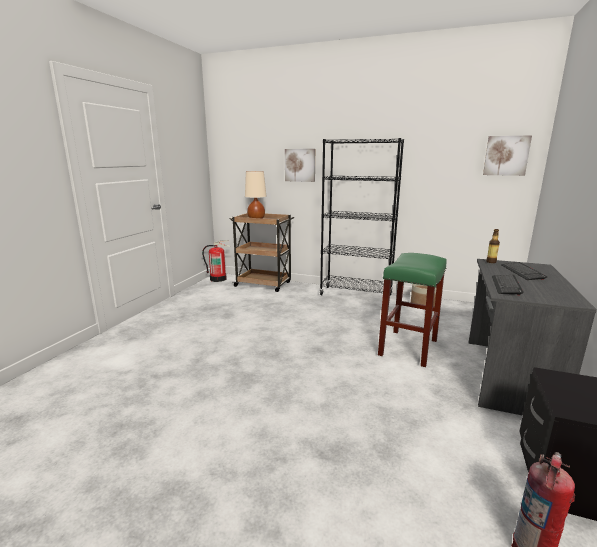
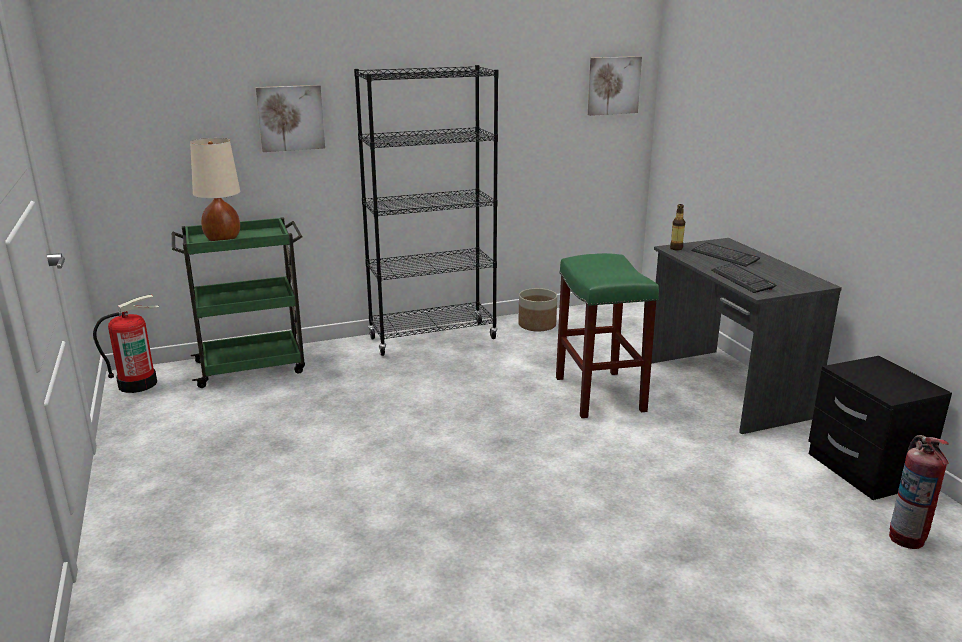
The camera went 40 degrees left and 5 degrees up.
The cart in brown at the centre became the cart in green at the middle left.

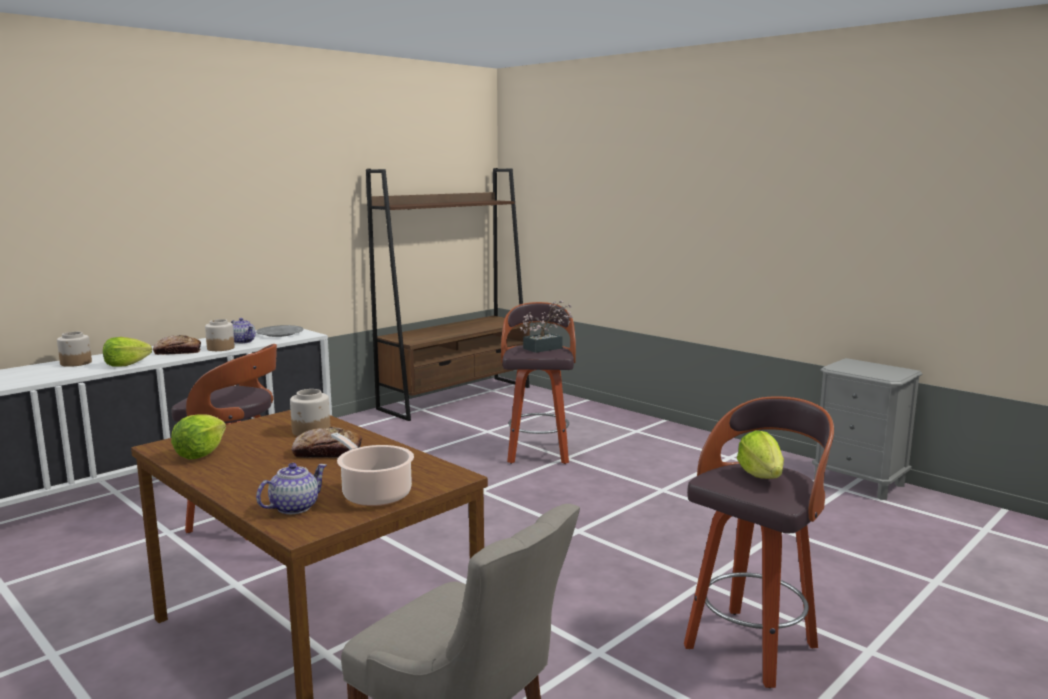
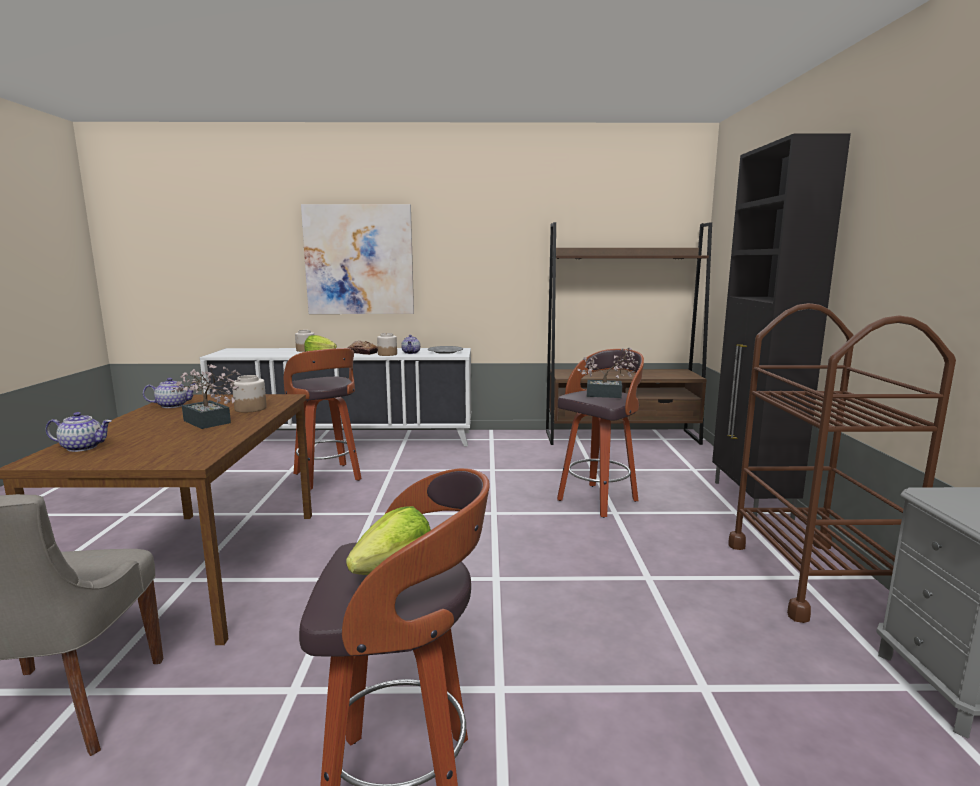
The camera went 45 degrees right and 0 degrees up.
The lettuce (2nd from left) at the middle left was replaced by the teapot (2nd from left) at the middle left.
The bread (2nd from left) at the middle left was replaced by the potted plant (1st from left) at the middle left.
The cooking pot at the bottom centre disappeared.
The cabinet in black at the middle right appeared.
The picture at the top centre appeared.
The cart in brown at the middle right appeared.

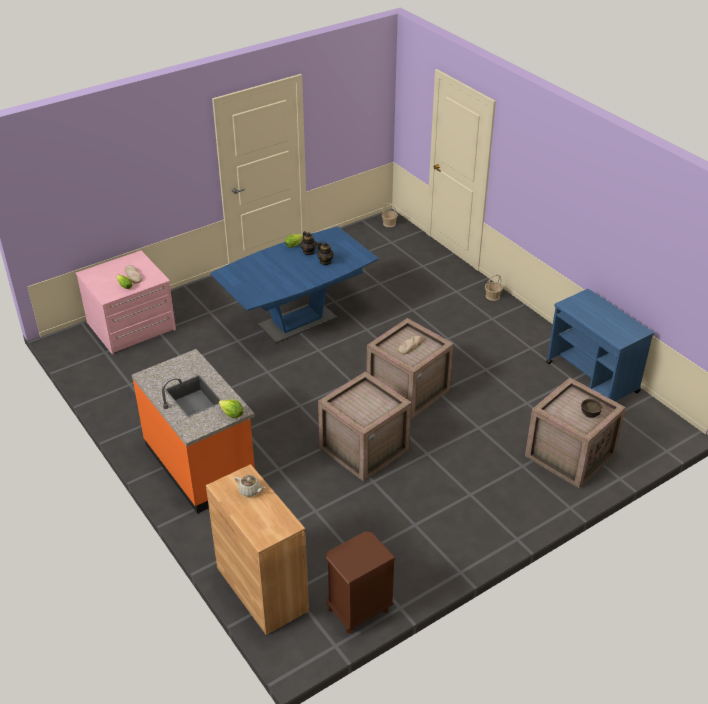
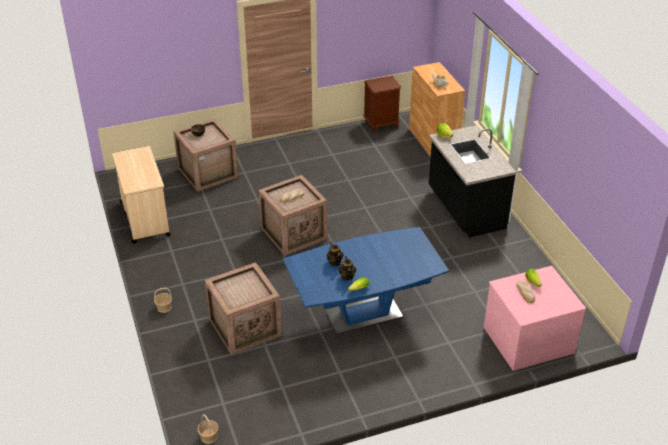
The camera went 165 degrees left and 0 degrees up.
The cart in blue at the middle right became the cart in beige at the middle left.
The counter in orange at the middle left became the counter in black at the middle right.
The crate (1st from left in the first image) moved from the centre to the bottom centre.

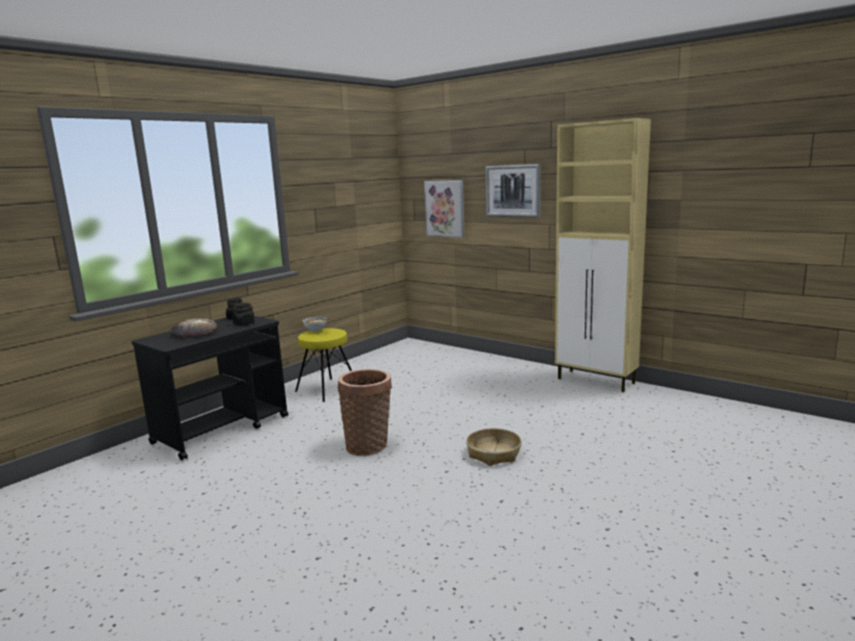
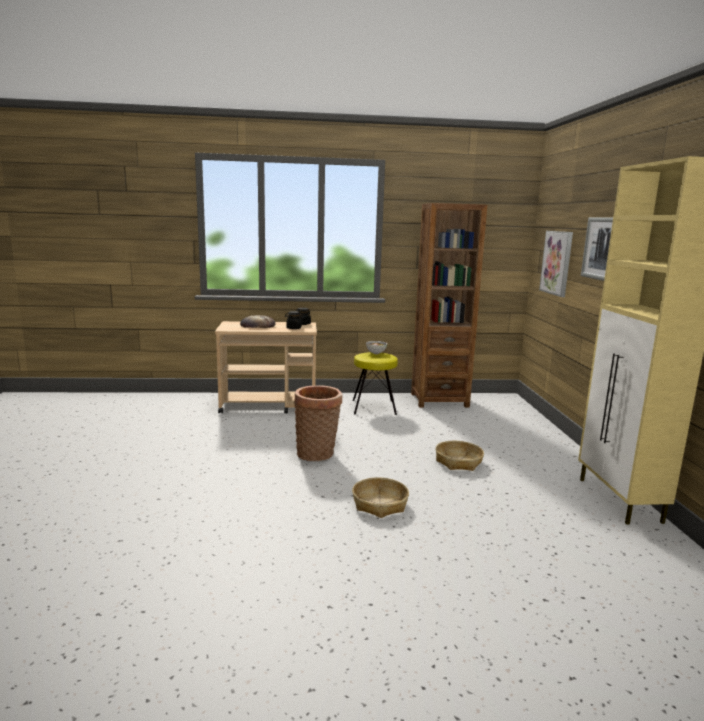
The camera went 45 degrees right and 0 degrees up.
The cart in black at the middle left became the cart in beige at the centre.
The bookcase in brown at the centre appeared.
The basket (3rd from left) at the centre appeared.

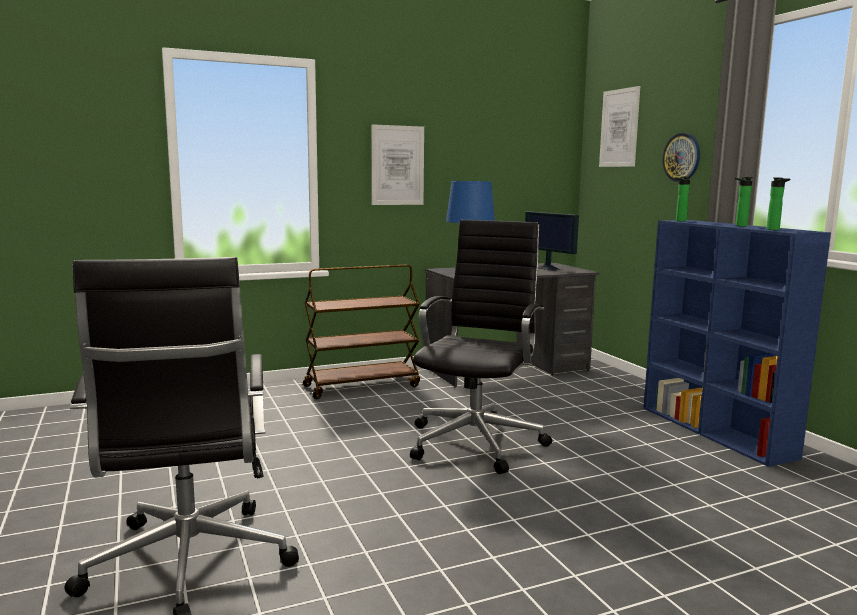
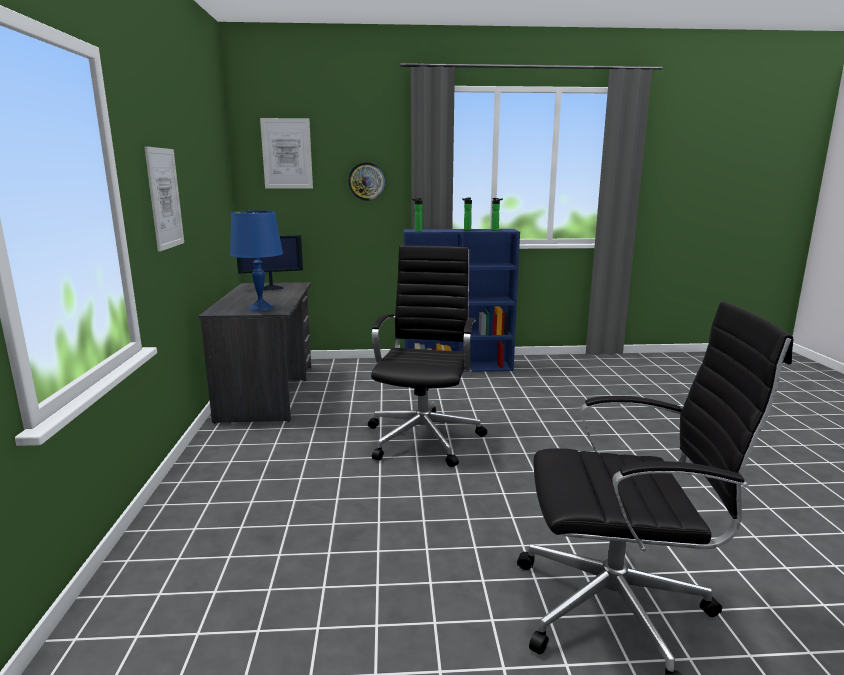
The camera went 70 degrees left and 5 degrees up.
The office chair in black (2nd from left in the first image) at the centre turned 60 degrees clockwise.
The cart in brown at the centre disappeared.

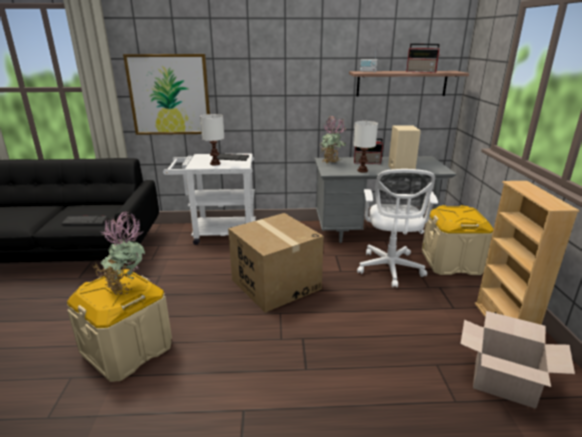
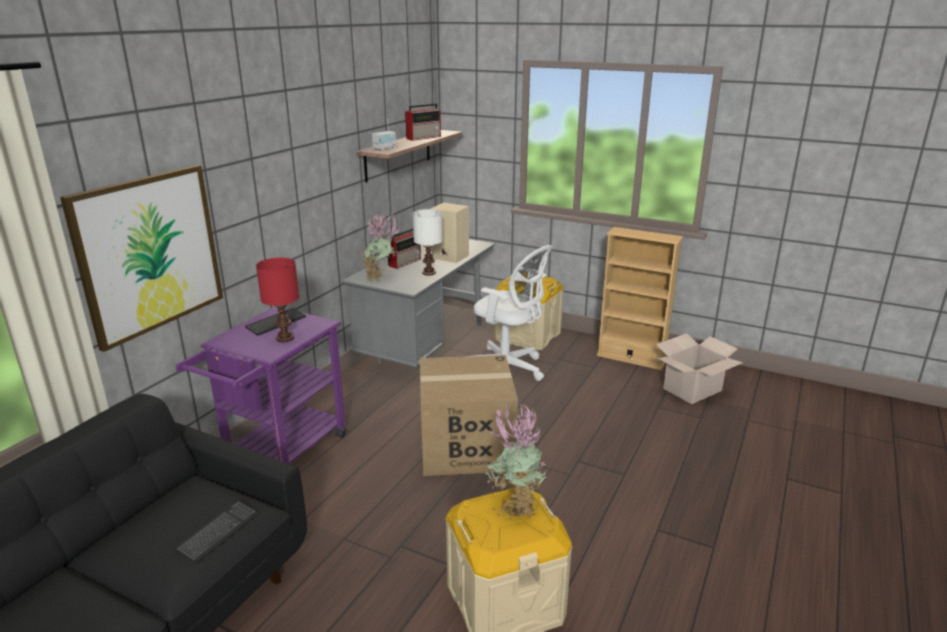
The camera went 60 degrees left and 0 degrees up.
The table lamp in white (1st from left) at the top centre became the table lamp in red at the middle left.
The cart in white at the centre became the cart in purple at the middle left.

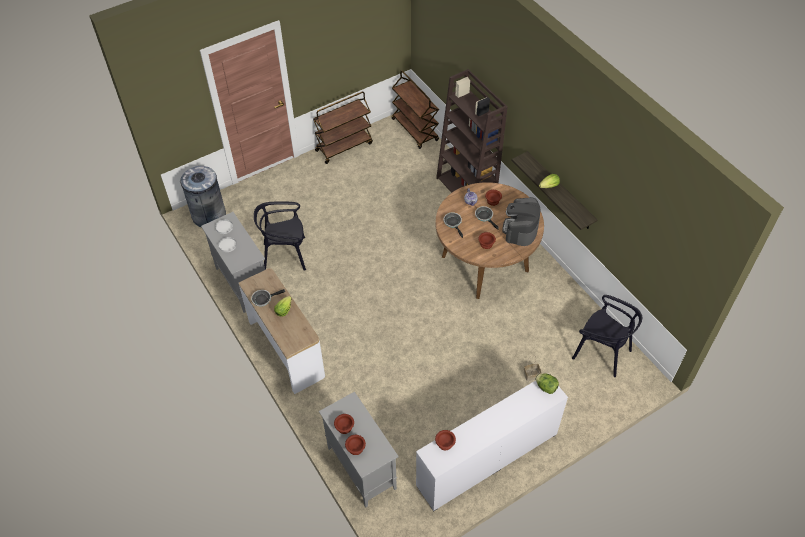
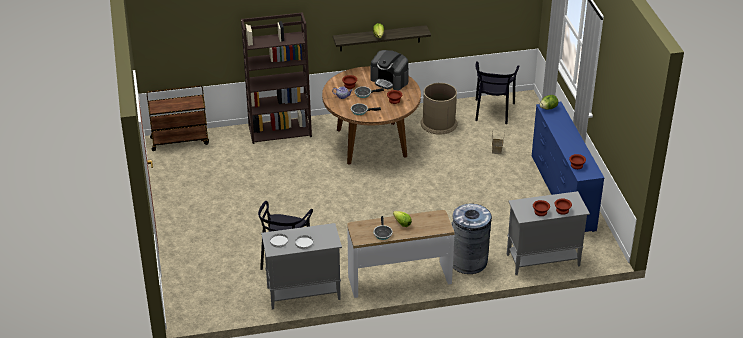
The camera went 70 degrees left and 15 degrees down.
The cart in brown (1st from left) at the top centre disappeared.
The trash can in grey moved from the middle left to the bottom centre.
The chair in black (2nd from left) at the middle right turned 135 degrees clockwise.
The dresser in white at the bottom centre became the dresser in blue at the middle right.
The trash can in brown at the top centre appeared.

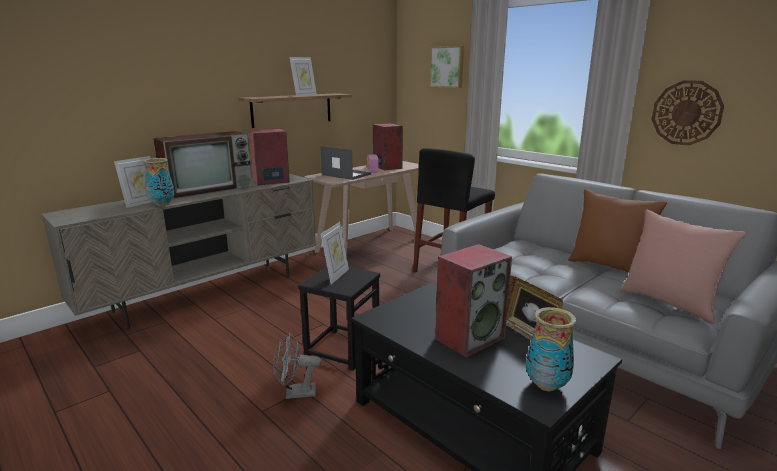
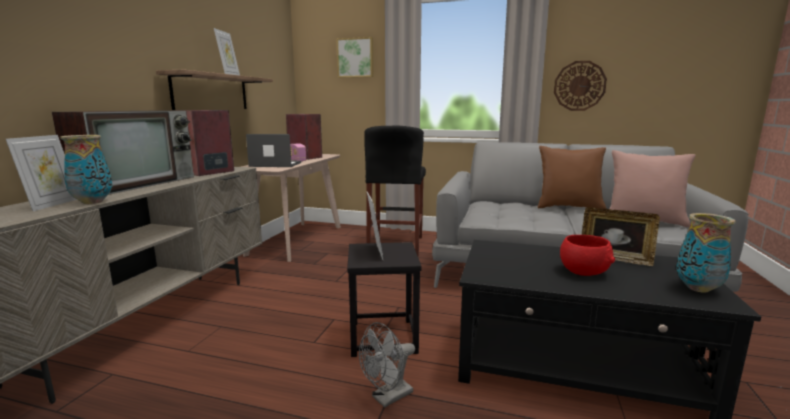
The camera went 30 degrees left and 5 degrees down.
The speaker (3rd from left) at the centre was replaced by the bowl in red at the middle right.

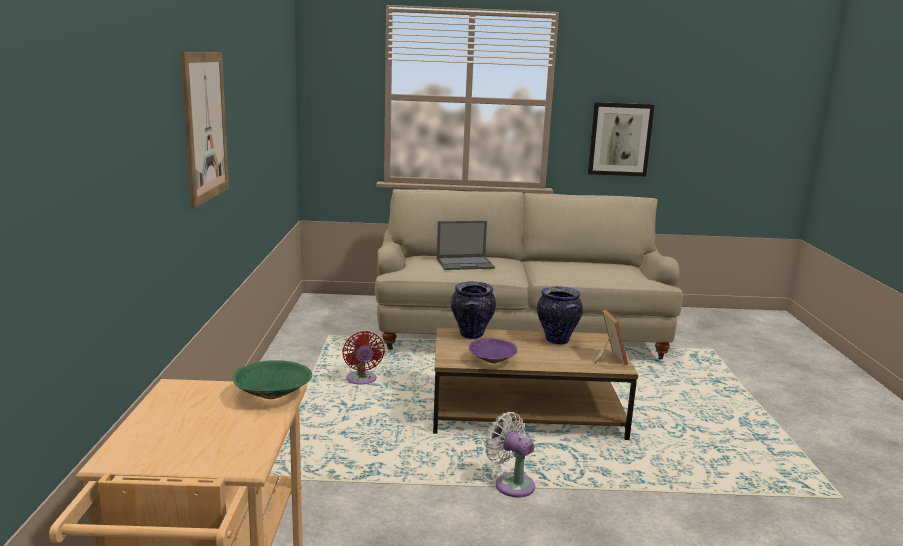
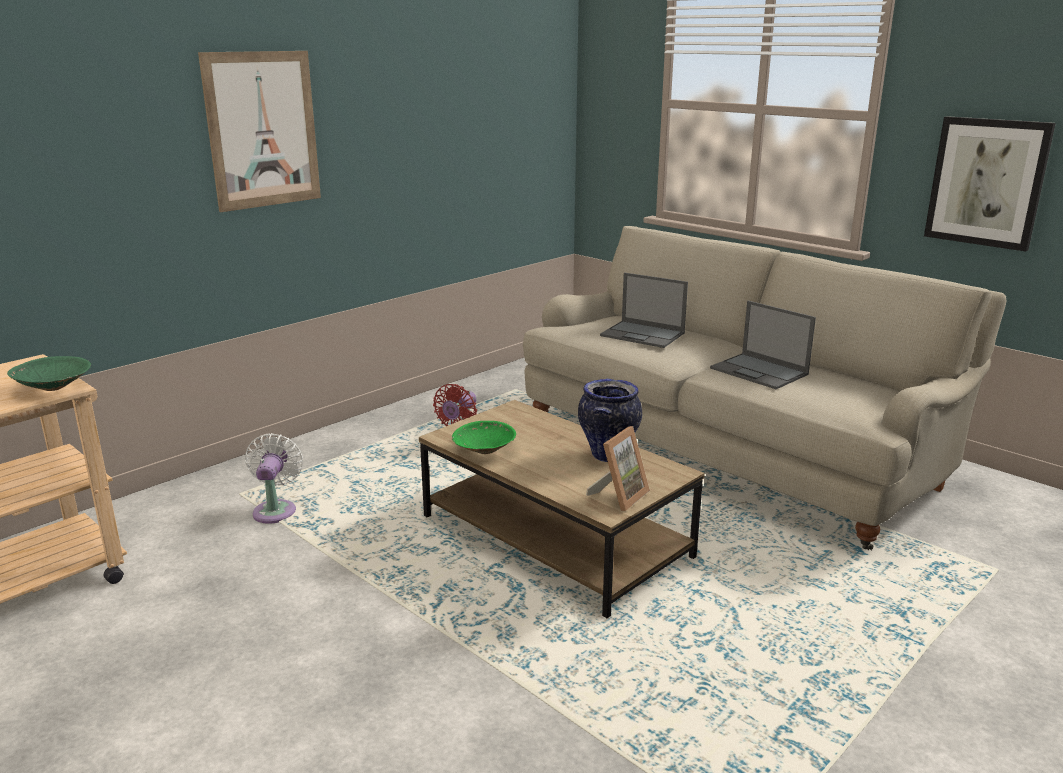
The camera went 45 degrees right and 5 degrees up.
The vase (1st from left) at the centre disappeared.
The bowl in purple at the centre became the bowl in green (2nd from left) at the centre.
The fan in white moved from the bottom centre to the middle left.
The laptop (2nd from left) at the middle right appeared.

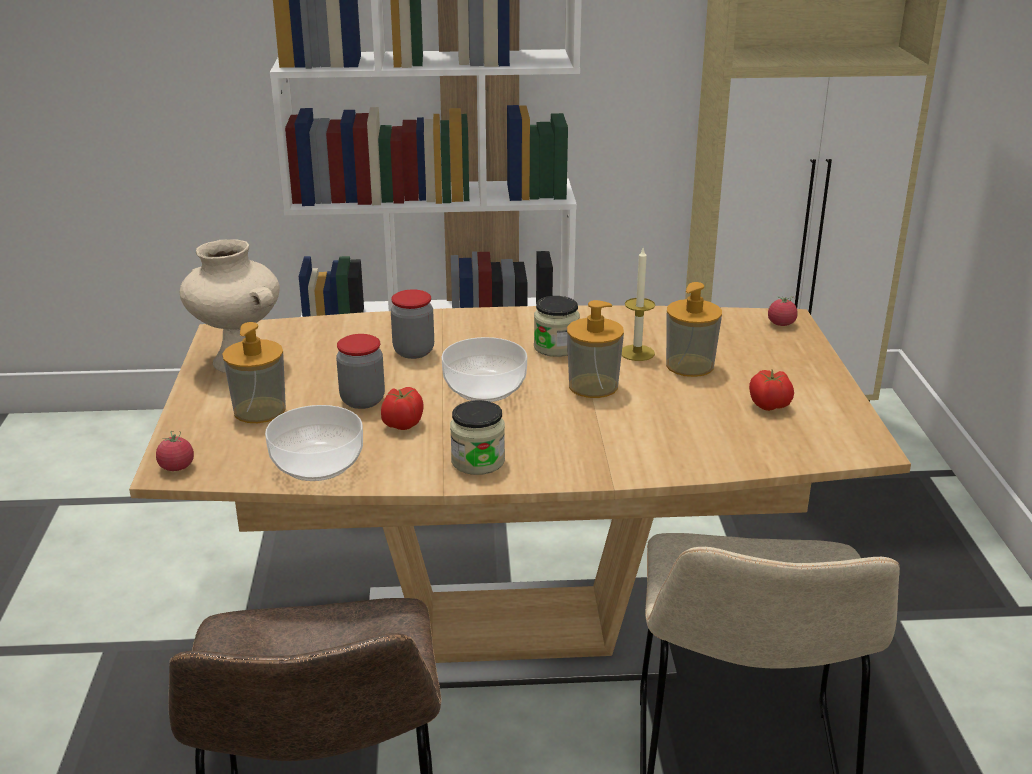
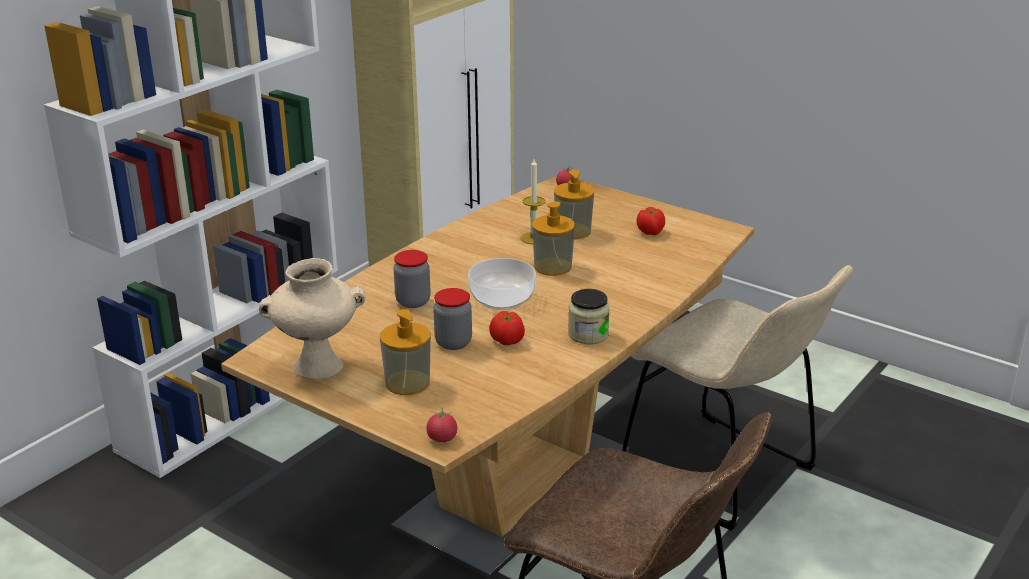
The camera went 50 degrees left and 0 degrees up.
The jar (4th from left) at the centre disappeared.
The bowl (1st from left) at the middle left disappeared.

